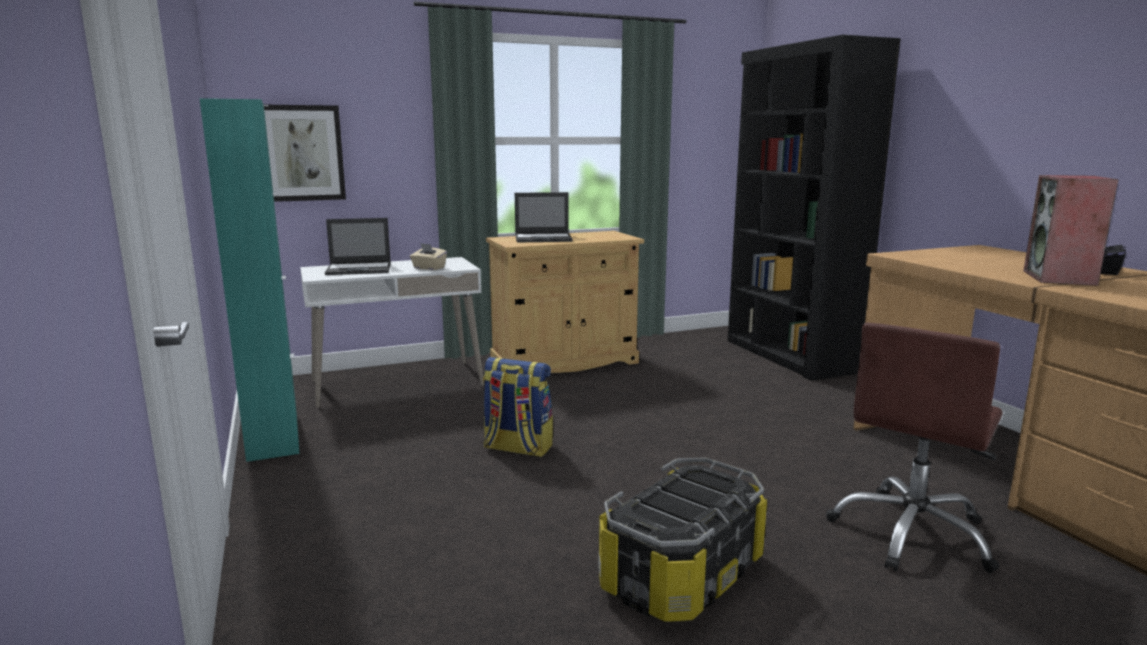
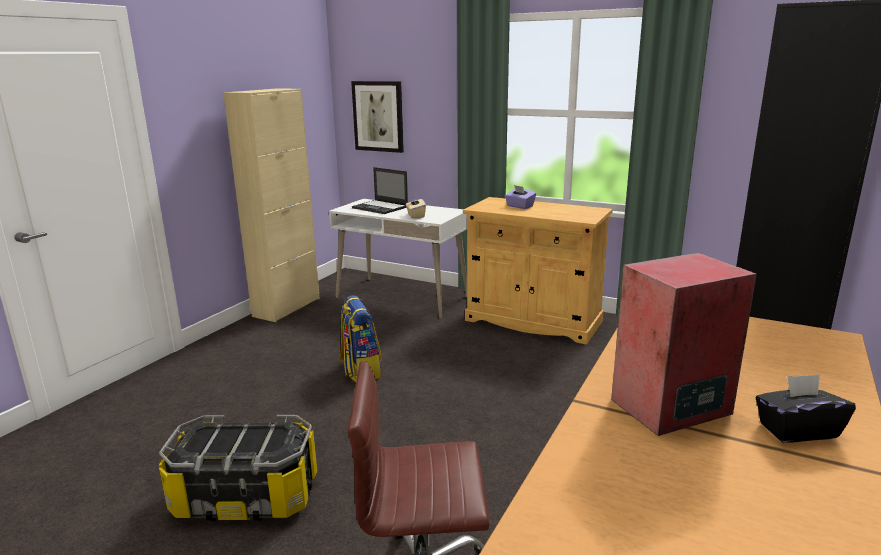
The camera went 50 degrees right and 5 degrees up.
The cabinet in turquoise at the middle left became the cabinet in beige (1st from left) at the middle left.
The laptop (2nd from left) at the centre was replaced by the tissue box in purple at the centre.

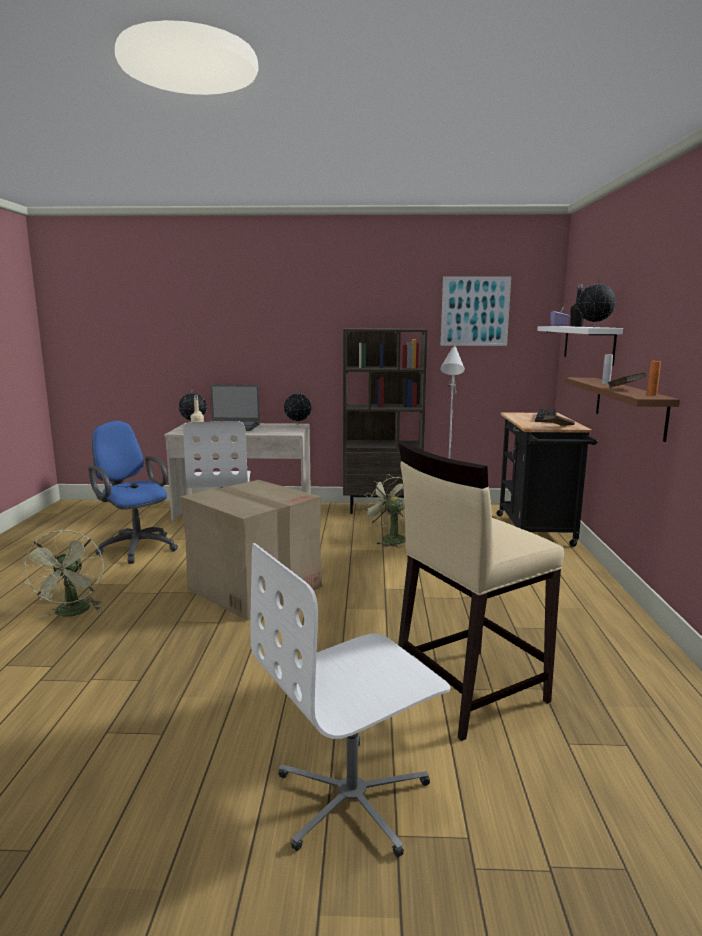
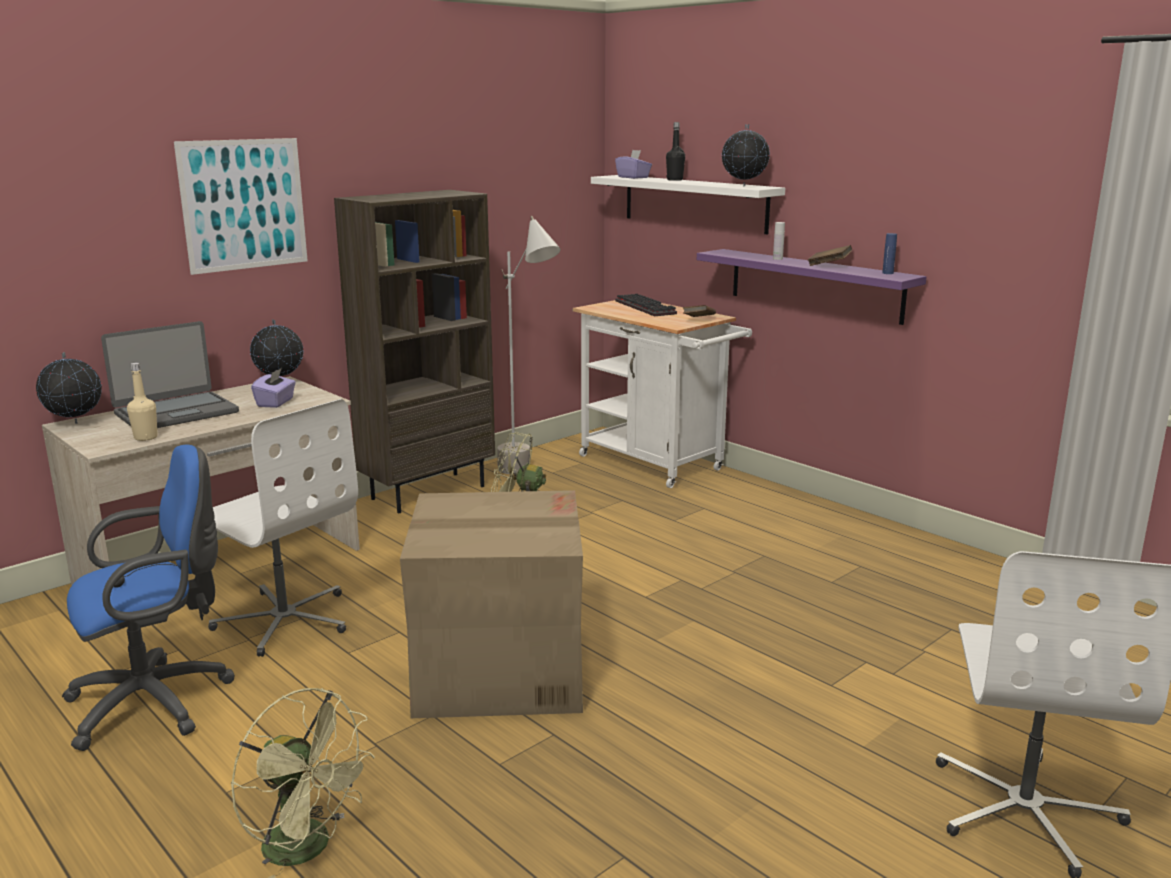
The camera went 45 degrees left and 5 degrees up.
The picture moved from the top right to the top left.
The bottle in orange at the middle right became the bottle in blue at the top right.
The shelf in brown at the middle right became the shelf in purple at the top right.
The cart in black at the middle right became the cart in white at the centre.
The office chair in blue at the middle left turned 150 degrees clockwise.
The stool in beige at the middle right disappeared.
The tissue box in purple (1st from left) at the middle left appeared.

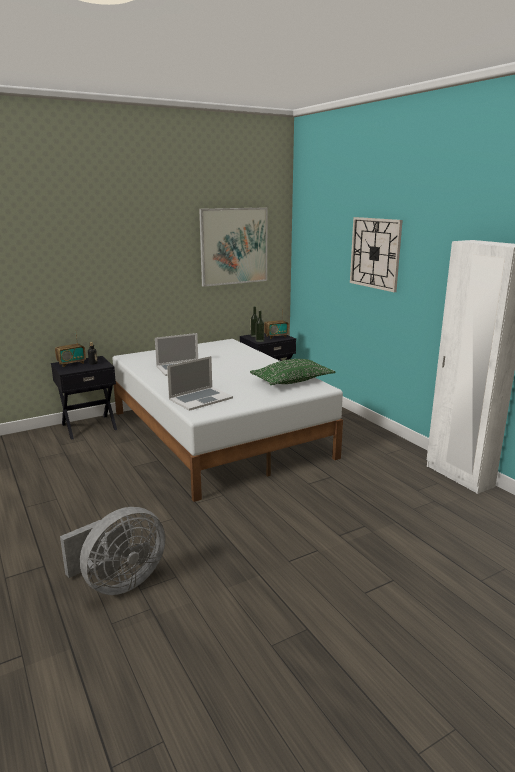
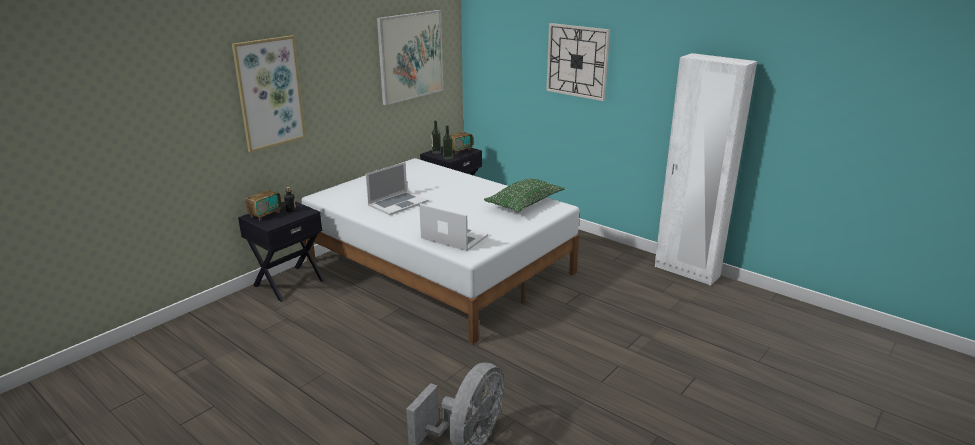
The camera went 20 degrees left and 5 degrees up.
The laptop (2nd from left) at the centre turned 90 degrees counterclockwise.
The picture (1st from left) at the top left appeared.

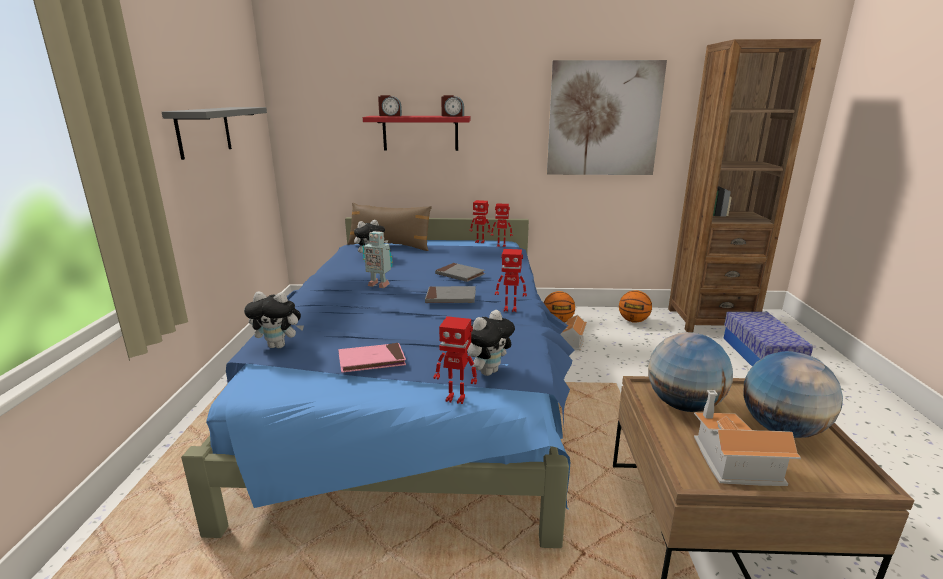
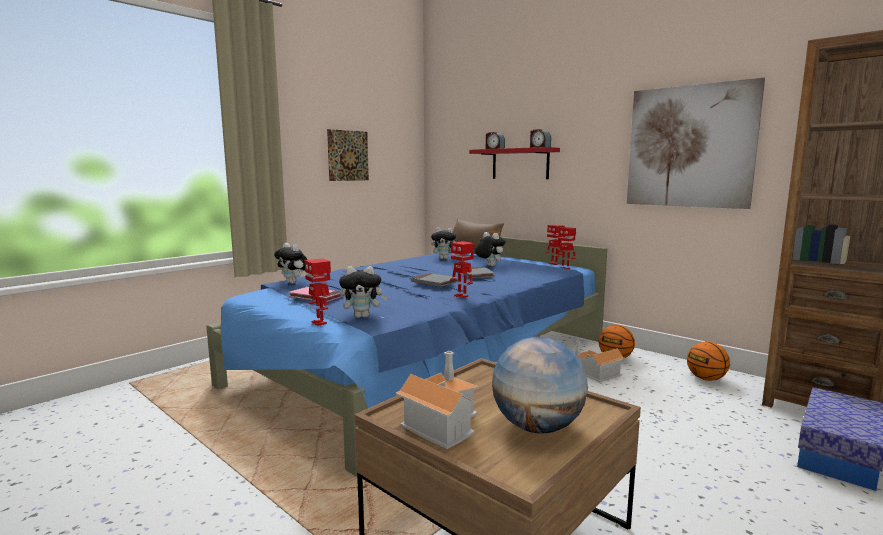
The camera went 40 degrees right and 10 degrees down.
The shelf in grey at the top left was replaced by the picture (1st from left) at the top centre.
The toy robot (1st from left) at the centre disappeared.
The globe (1st from left) at the middle right disappeared.
The plush toy (4th from left) at the centre appeared.

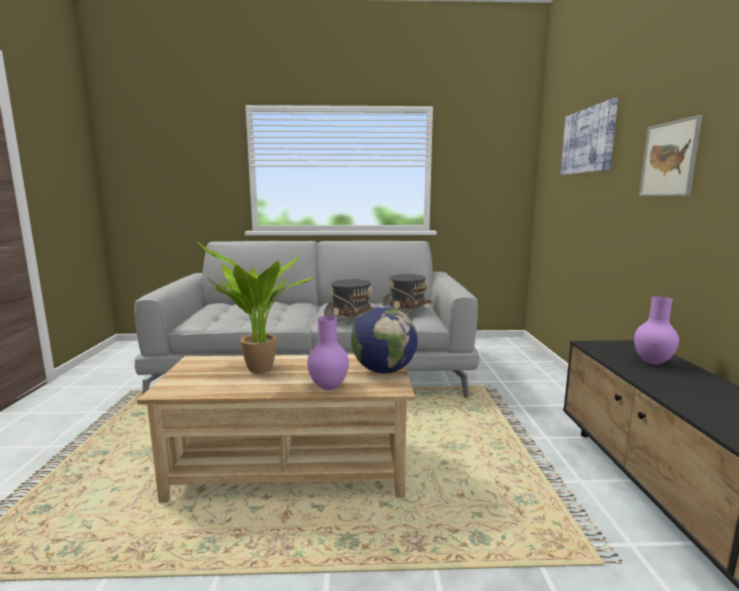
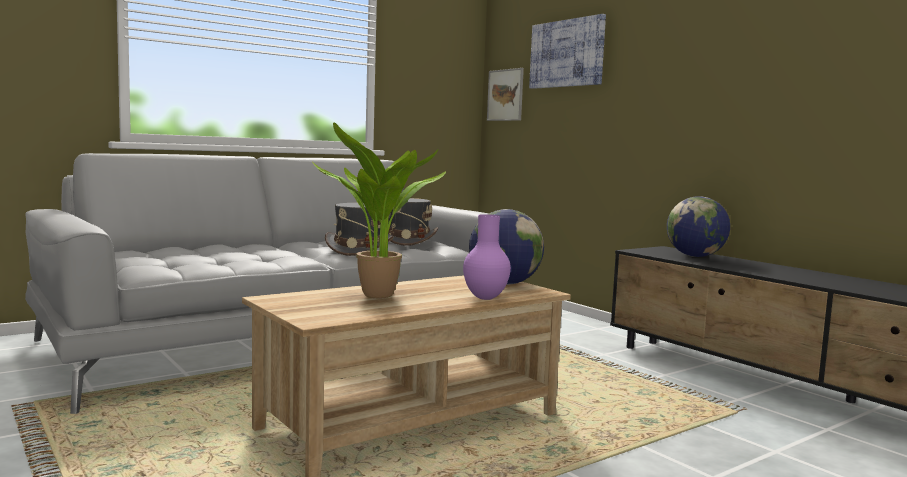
The camera went 35 degrees left and 5 degrees down.
The picture (2nd from left in the first image) moved from the top right to the top centre.
The vase in purple (2nd from left) at the middle right was replaced by the globe (2nd from left) at the middle right.

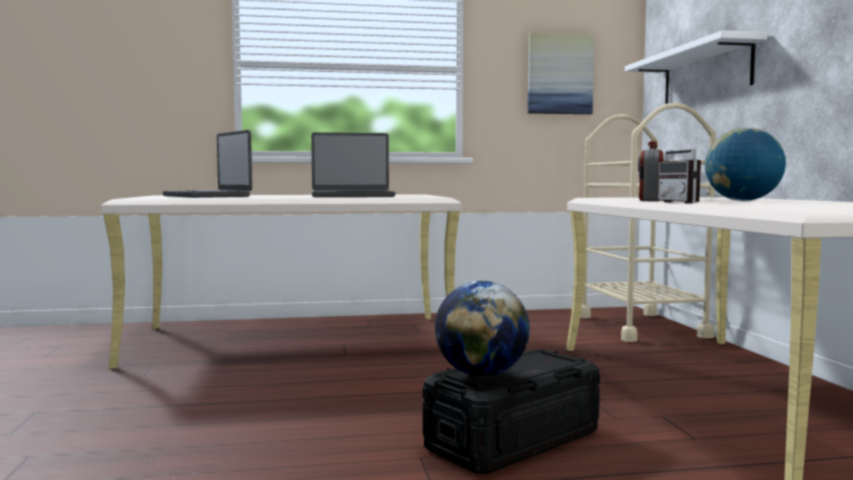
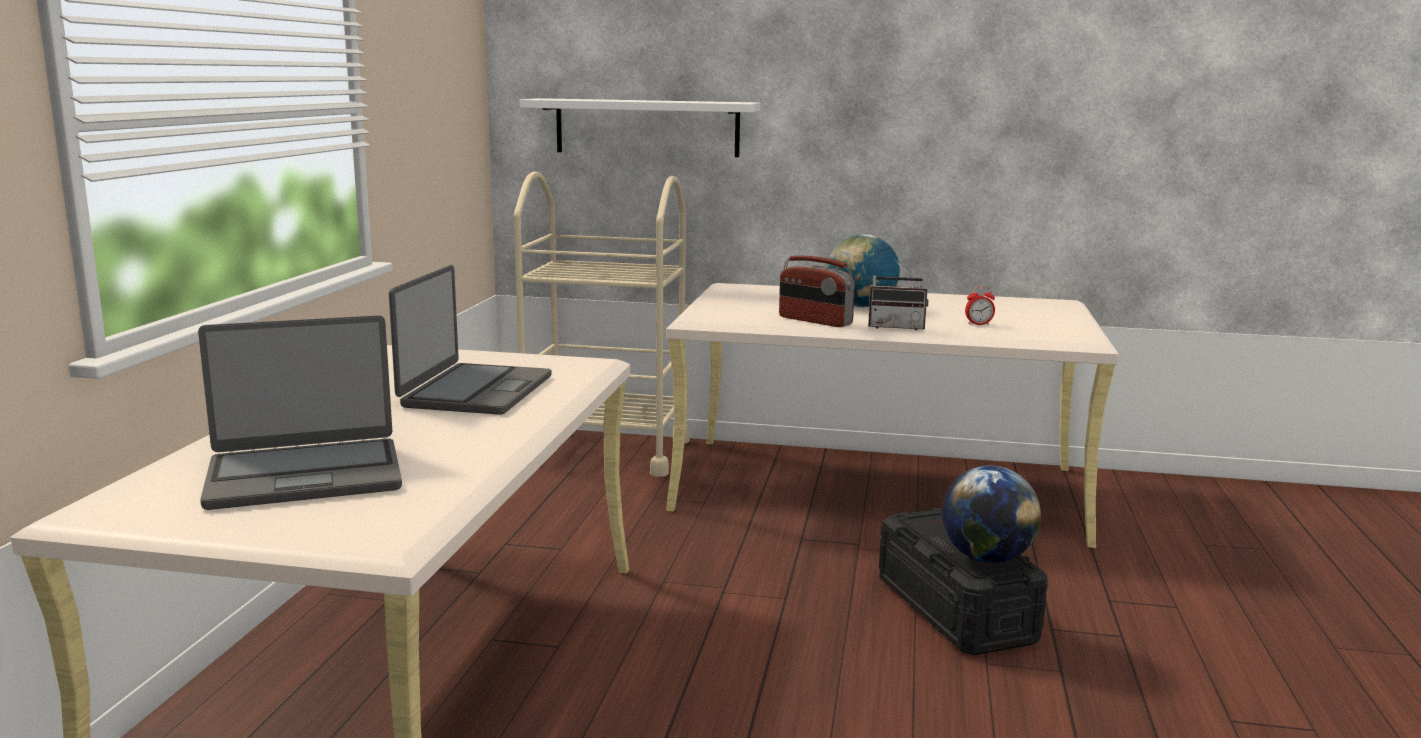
The camera went 70 degrees left and 10 degrees up.
The picture at the top centre disappeared.
The alarm clock at the middle right appeared.

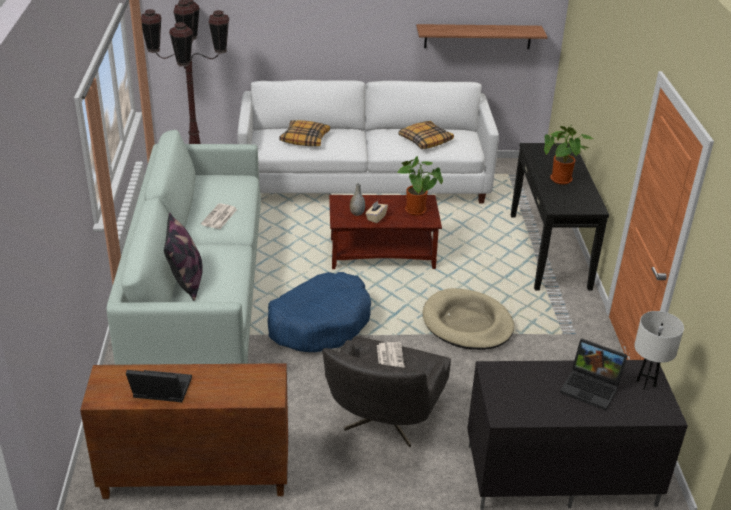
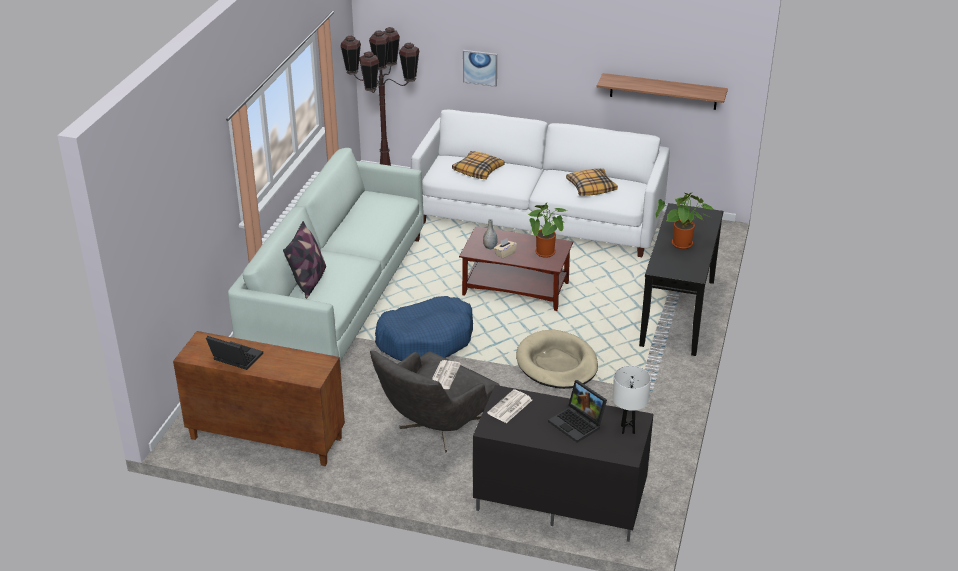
The camera went 20 degrees right and 0 degrees up.
The newspaper (1st from left in the first image) moved from the middle left to the bottom centre.
The picture at the top centre appeared.

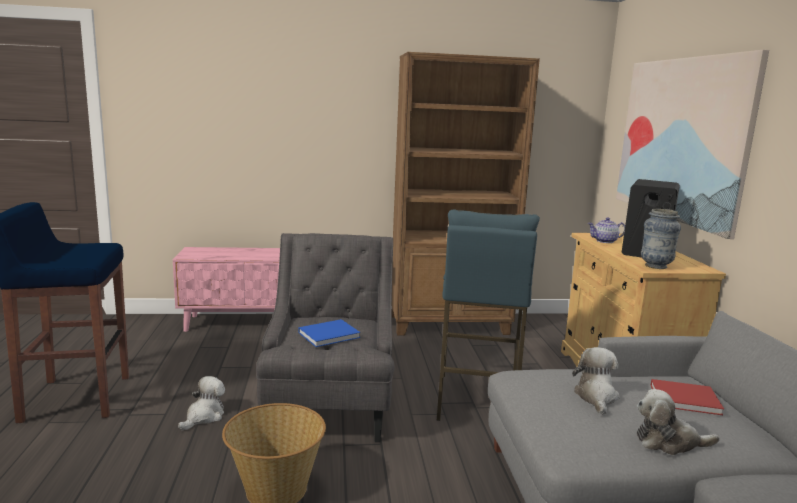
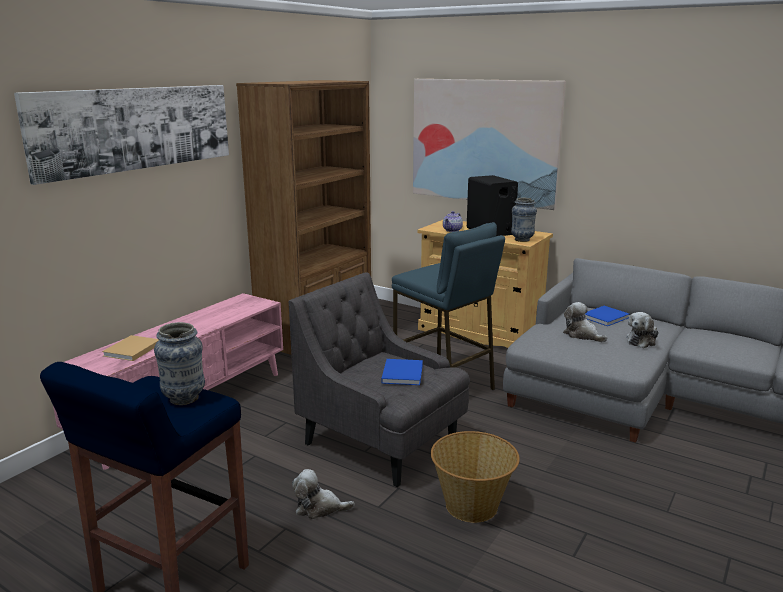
The camera went 50 degrees left and 5 degrees up.
The plush toy (1st from left) at the bottom left turned 60 degrees counterclockwise.
The book in red at the bottom right became the book in blue (2nd from left) at the middle right.
The picture (1st from left) at the top left appeared.
The vase (1st from left) at the middle left appeared.
The book in beige at the middle left appeared.

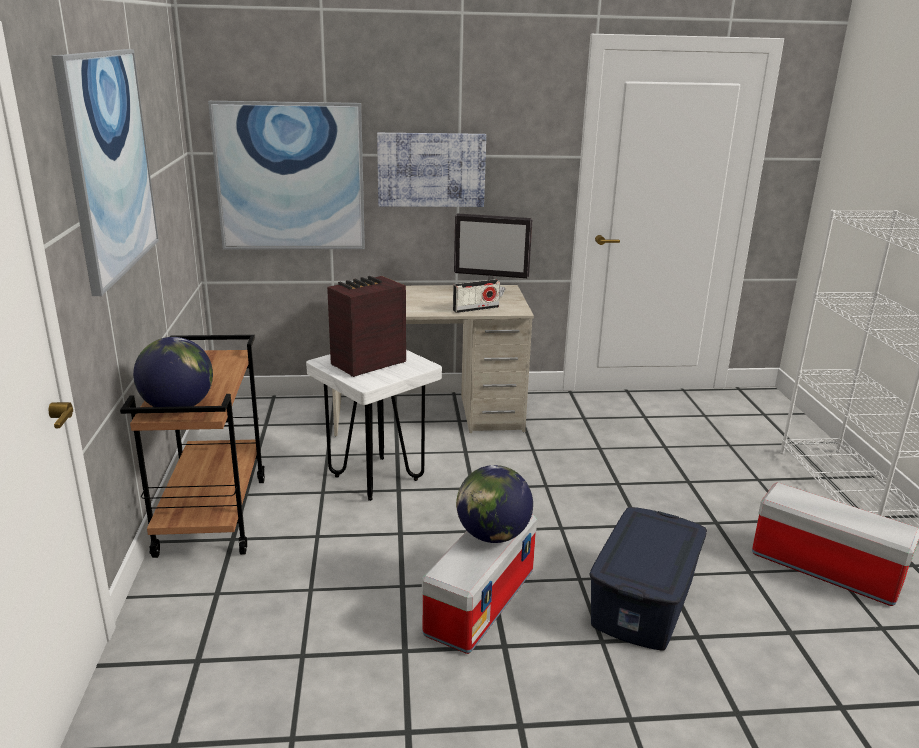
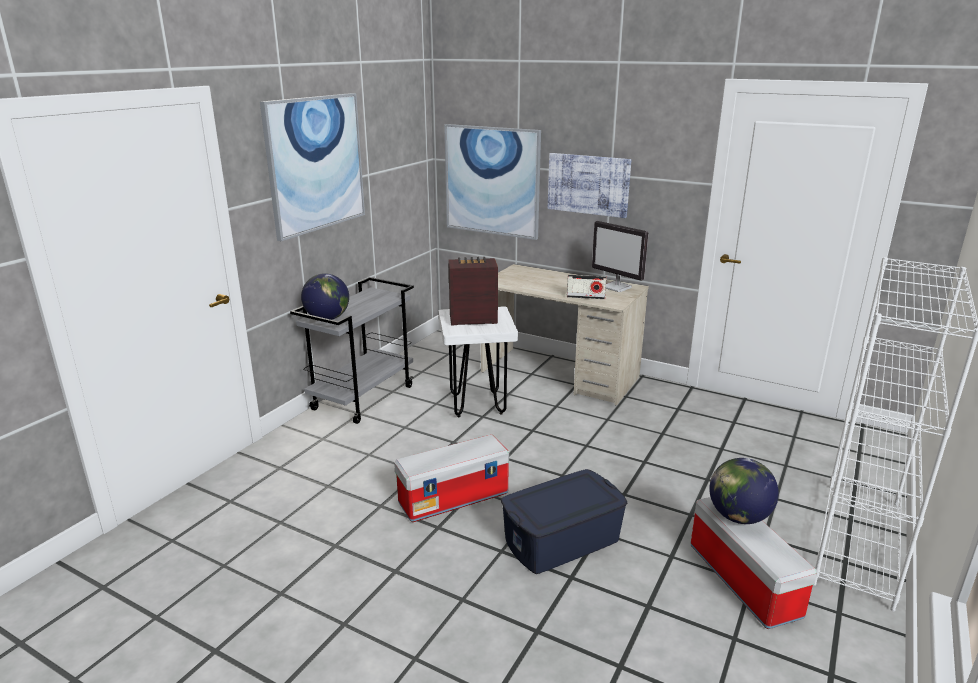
The camera went 35 degrees right and 0 degrees up.
The cart in brown at the middle left became the cart in grey at the centre.
The globe (2nd from left) moved from the bottom centre to the bottom right.

